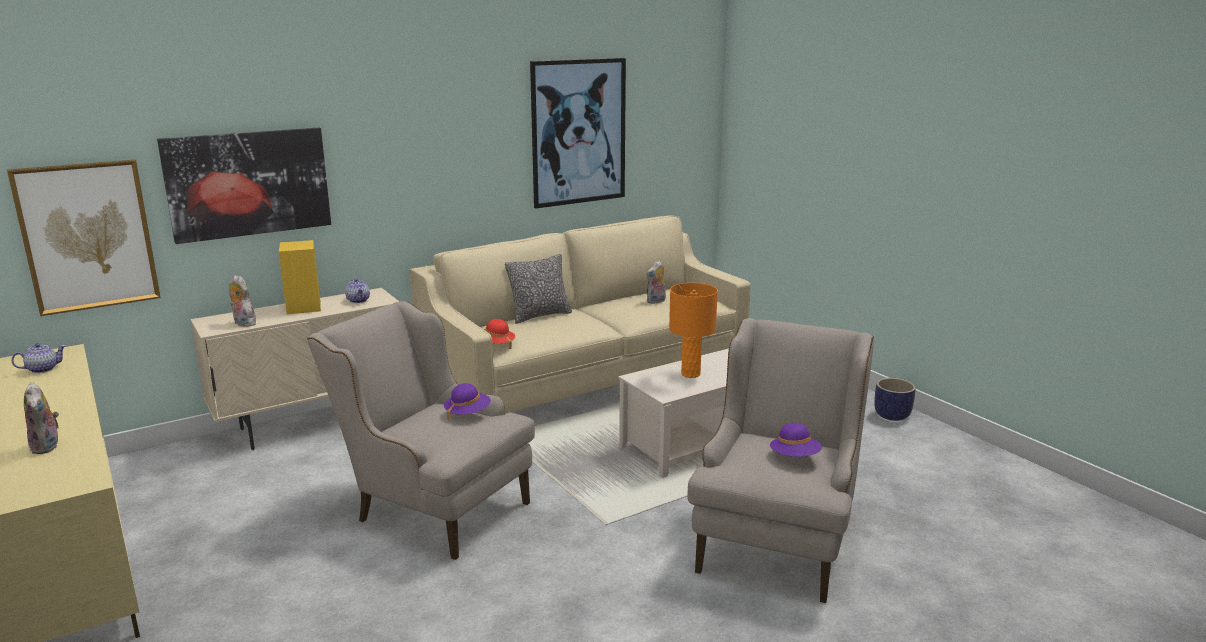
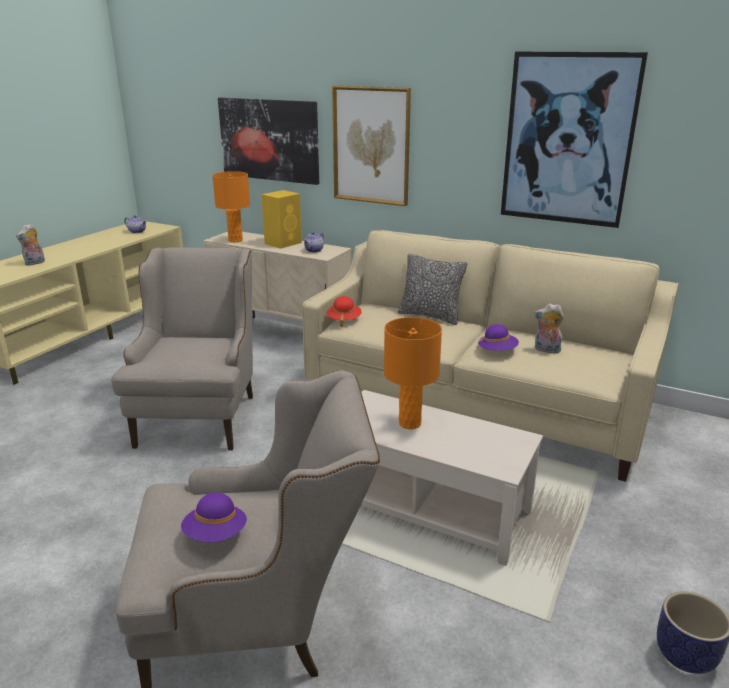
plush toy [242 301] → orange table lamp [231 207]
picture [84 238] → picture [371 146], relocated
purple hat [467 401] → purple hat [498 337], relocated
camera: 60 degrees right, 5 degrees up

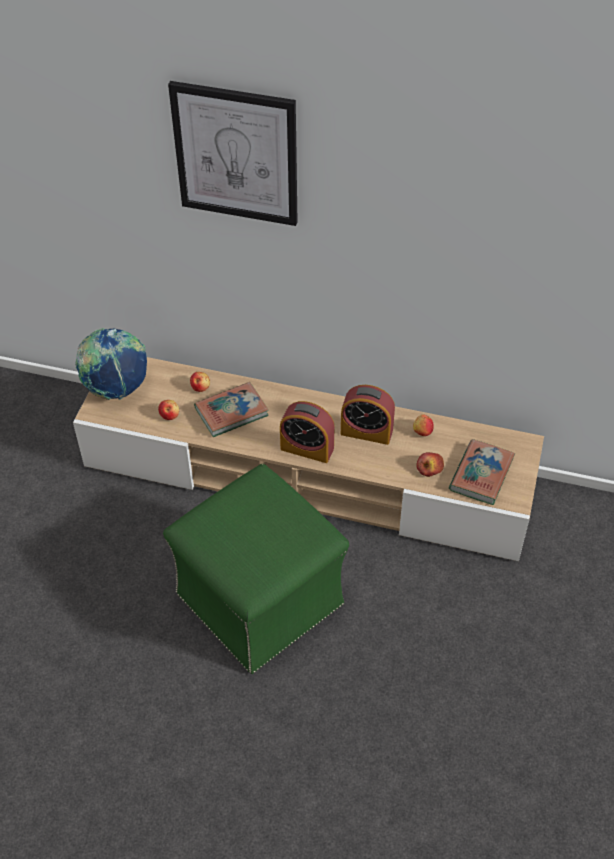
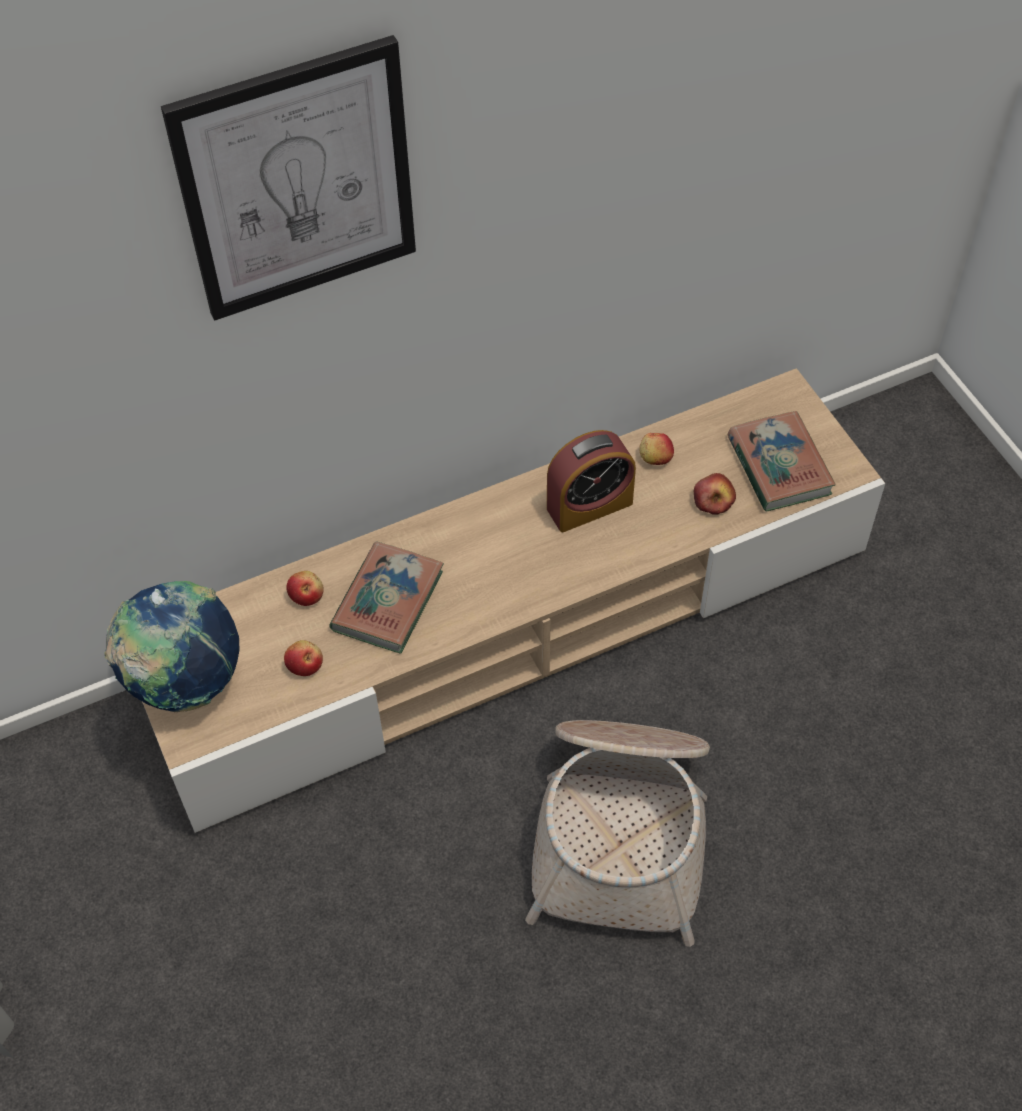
green ottoman [256 569] → basket [617 833]
alarm clock [307 432] → -
camera: 40 degrees left, 5 degrees up

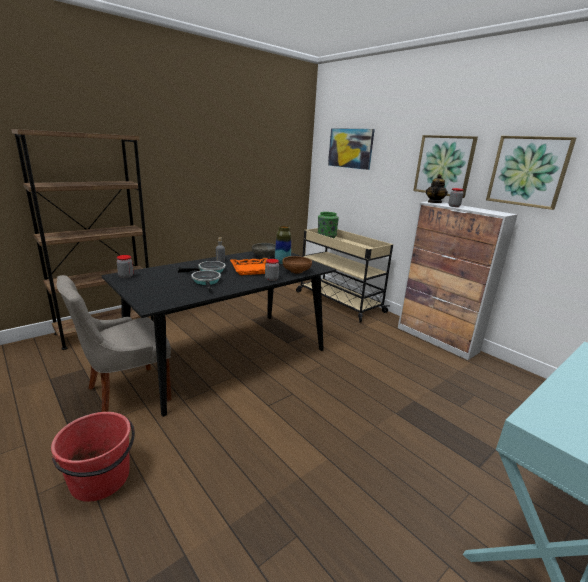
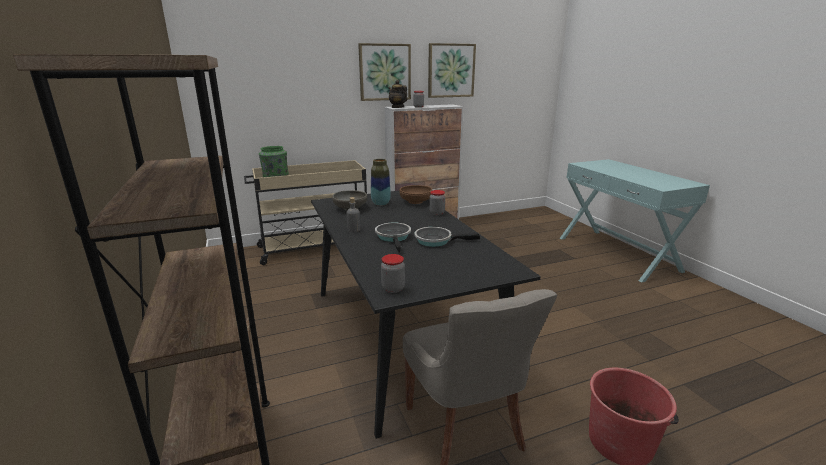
orange tray [249 266] → -
picture [351 149] → -
camera: 70 degrees left, 0 degrees up

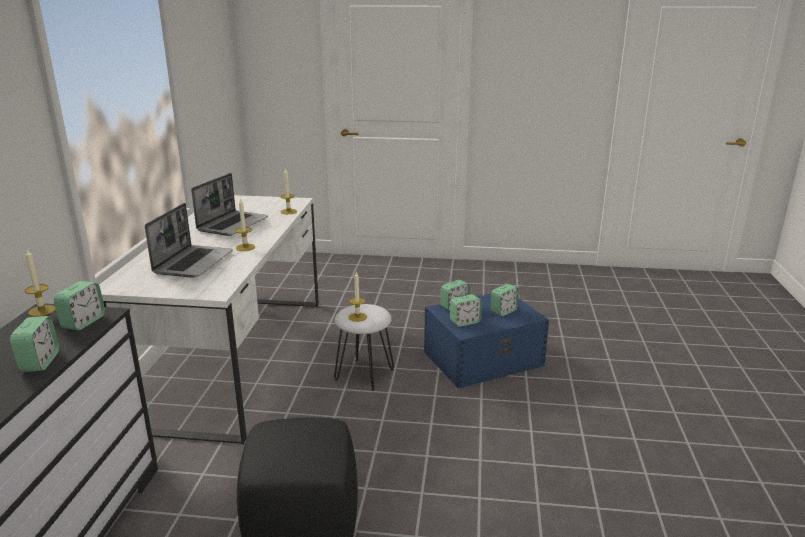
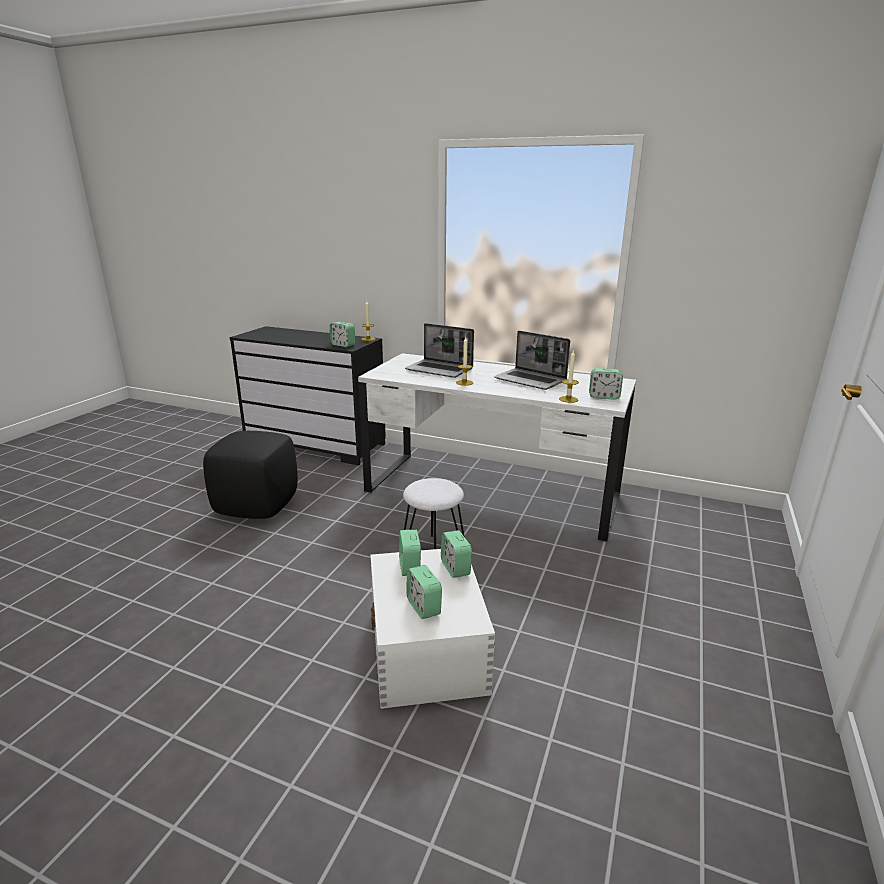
blue storage box [486 341] → white storage box [432 629]
alarm clock [34 344] → alarm clock [606 384], relocated
candle [357 296] → -
camera: 105 degrees right, 0 degrees up

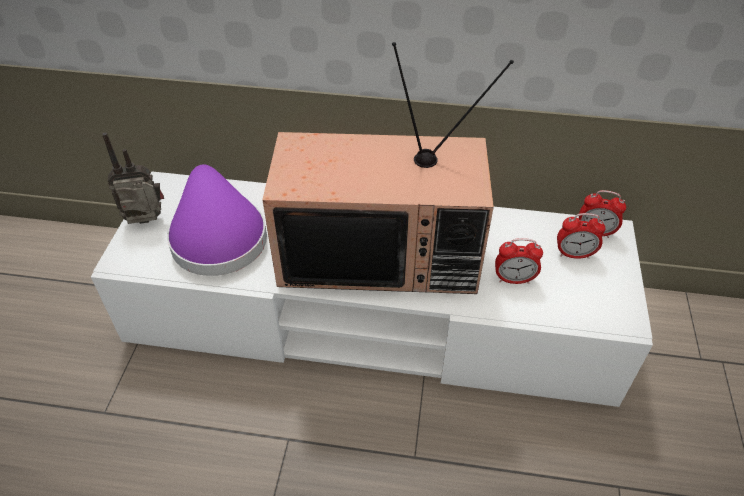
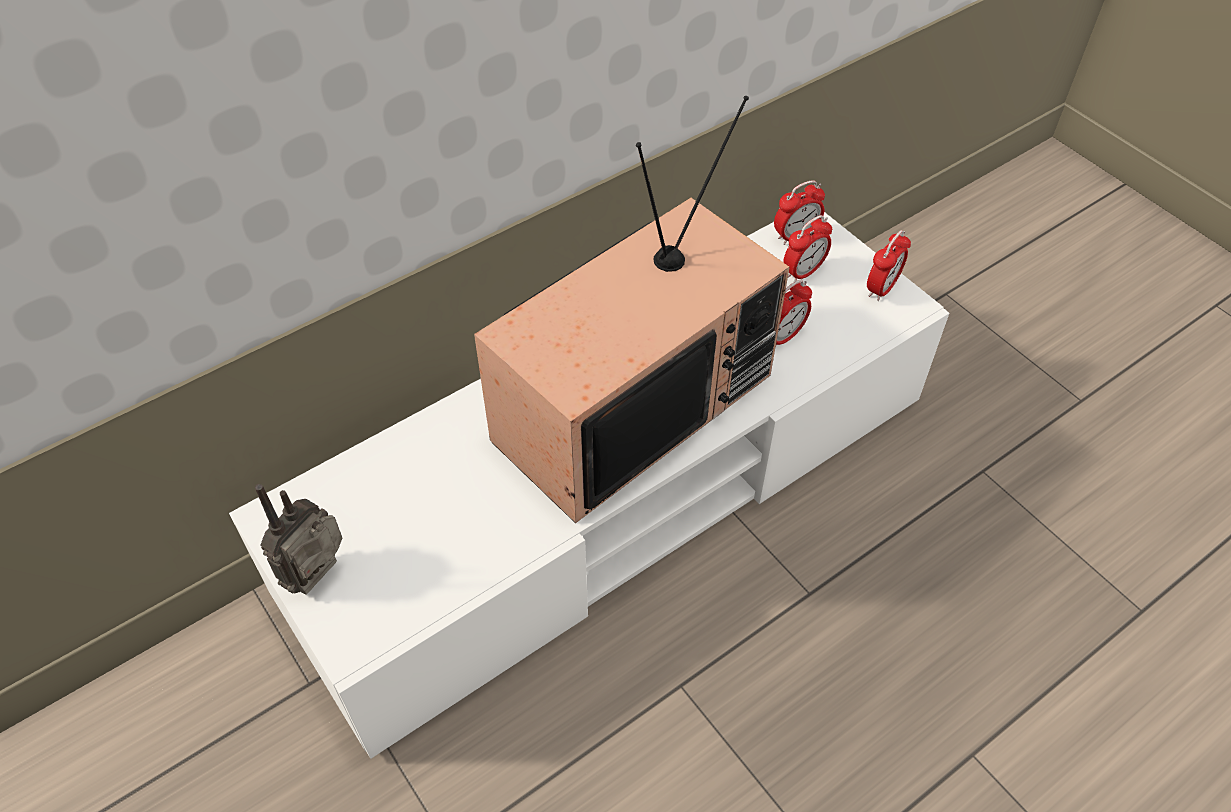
- → alarm clock [889 265]
purple hat [217 220] → -
camera: 45 degrees left, 5 degrees up

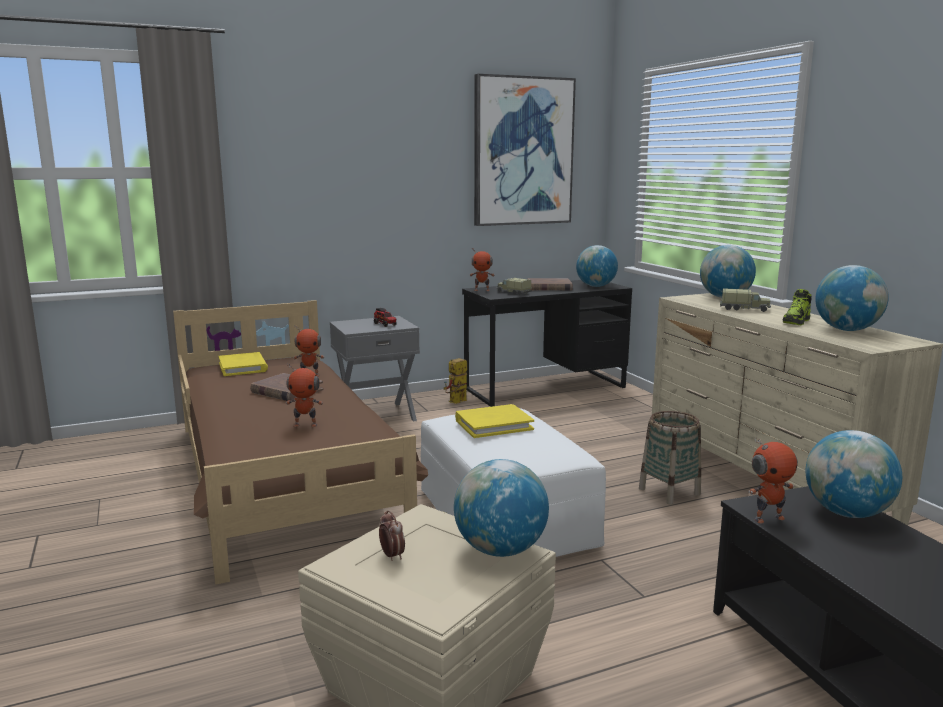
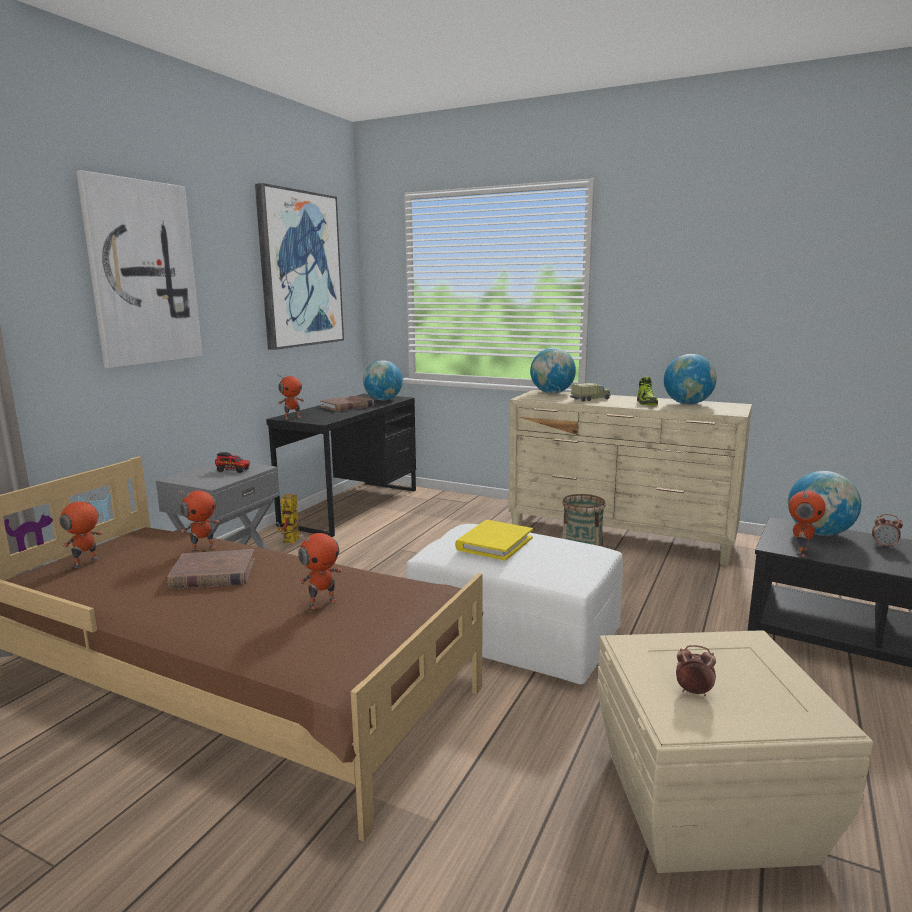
yellow book [243 364] → toy robot [81 530]
- → picture [139 269]
- → alarm clock [887 531]
globe [501 508] → -
toy truck [514 286] → -
camera: 40 degrees left, 0 degrees up

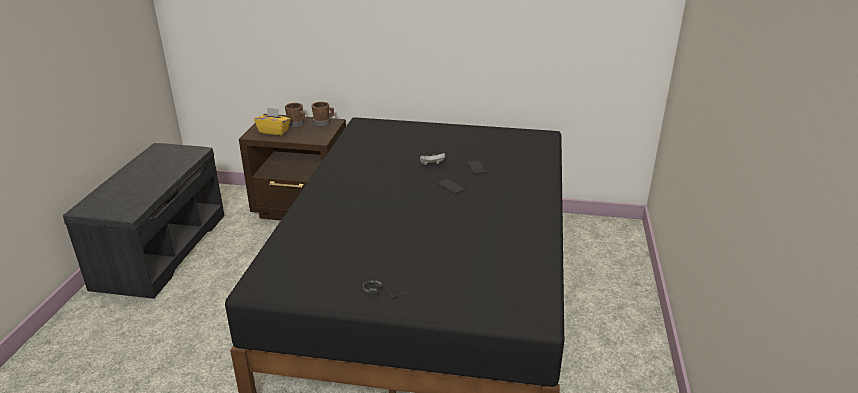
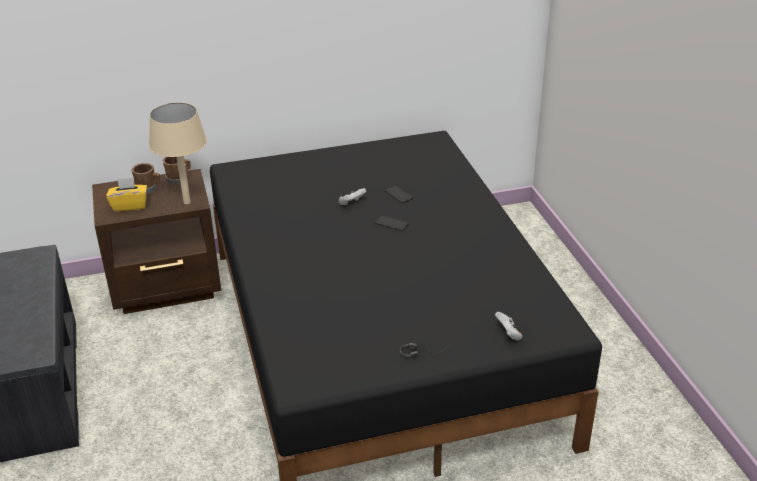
- → beige table lamp [178 153]
- → white game controller [508 326]
camera: 25 degrees left, 5 degrees up

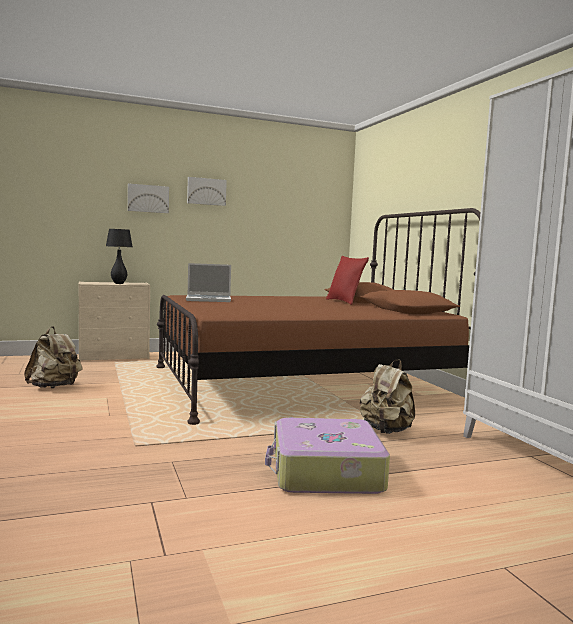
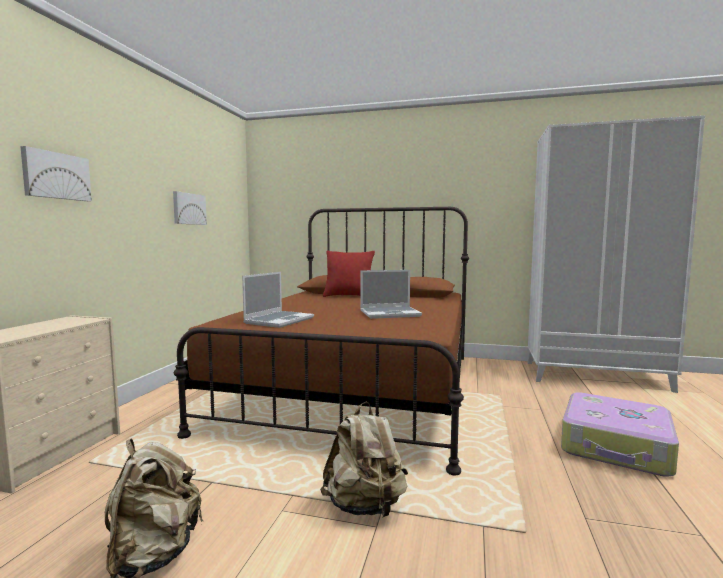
picture [207 191] → picture [190 208], relocated
beige backpack [387 396] → beige backpack [364 460], relocated
- → laptop [391 294]
black table lamp [119 256] → -
camera: 55 degrees left, 0 degrees up

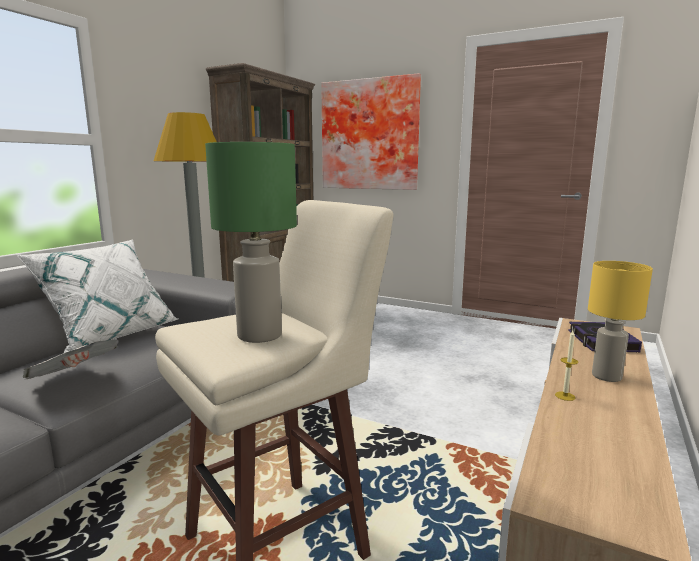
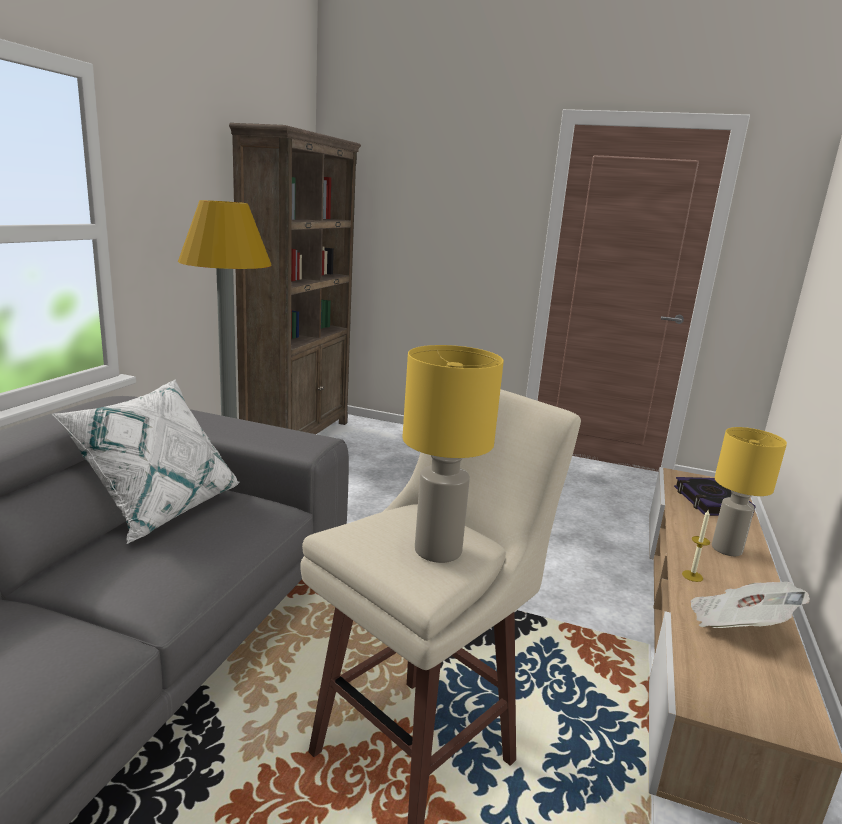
green table lamp [251 242] → yellow table lamp [453 454]
newspaper [70 359] → newspaper [750 605], relocated
picture [371 131] → -
camera: 10 degrees left, 5 degrees up

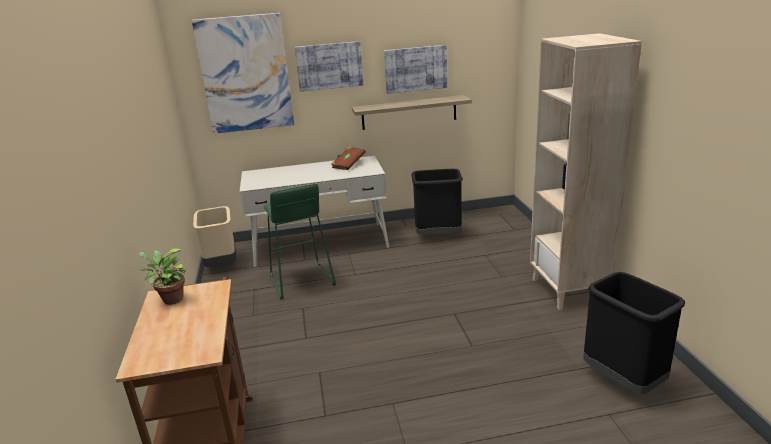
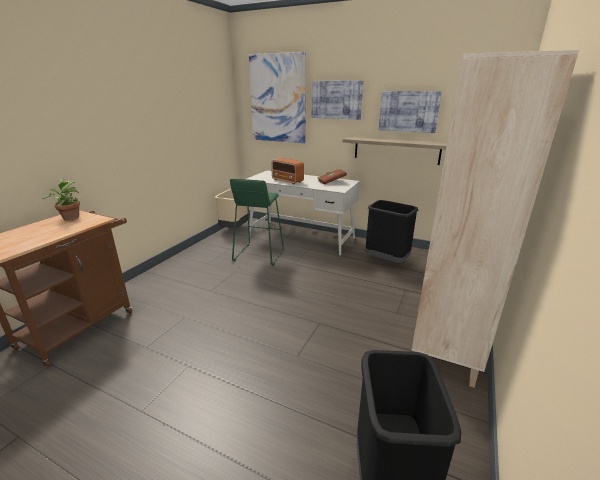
- → radio [287 171]
camera: 35 degrees right, 0 degrees up

